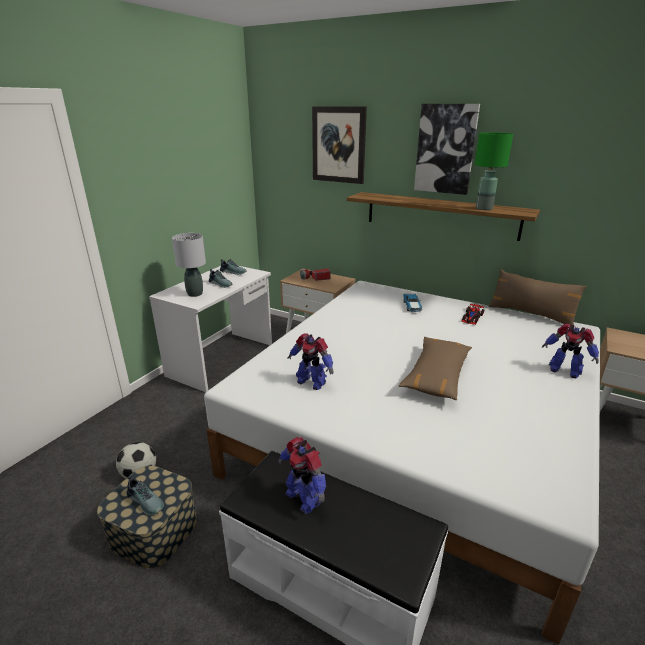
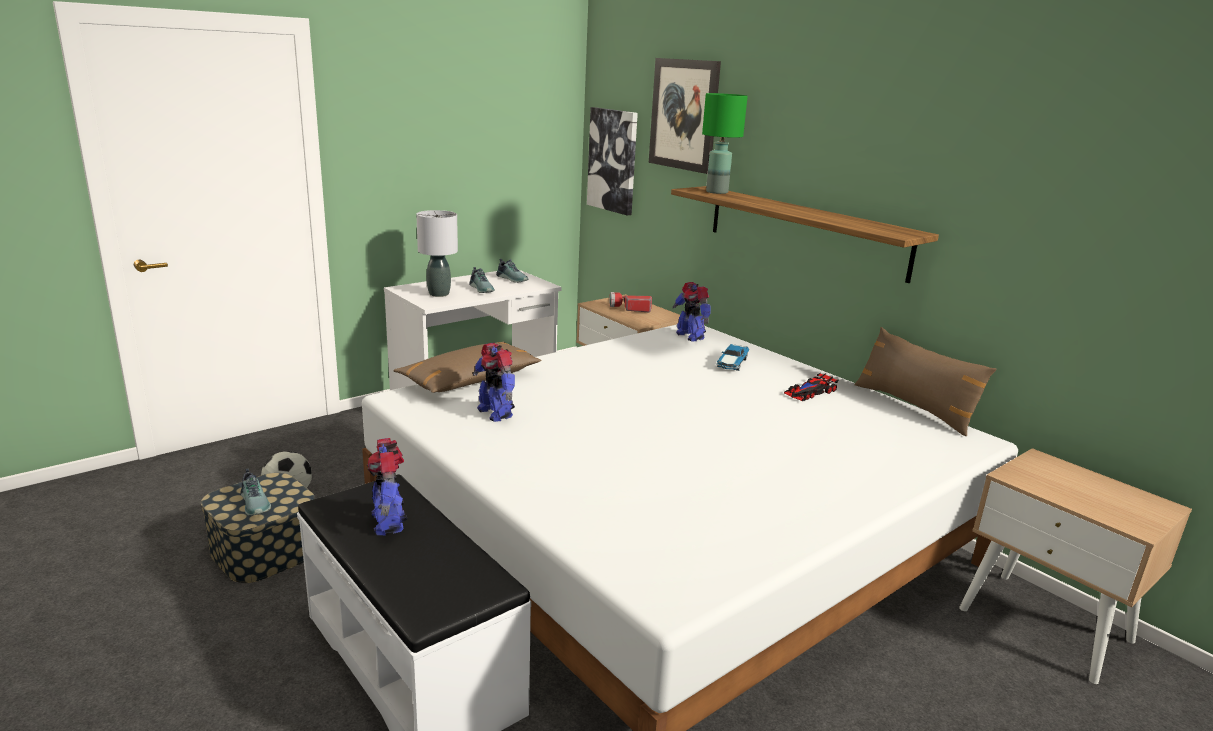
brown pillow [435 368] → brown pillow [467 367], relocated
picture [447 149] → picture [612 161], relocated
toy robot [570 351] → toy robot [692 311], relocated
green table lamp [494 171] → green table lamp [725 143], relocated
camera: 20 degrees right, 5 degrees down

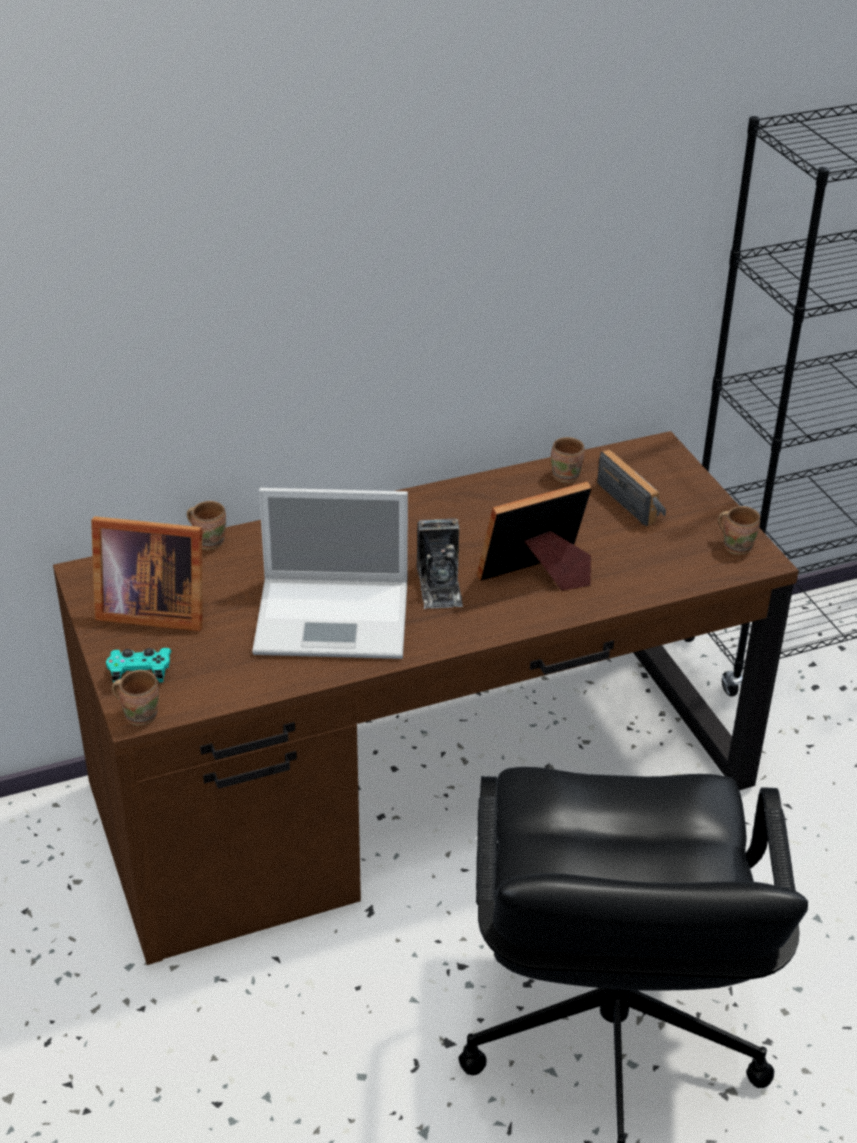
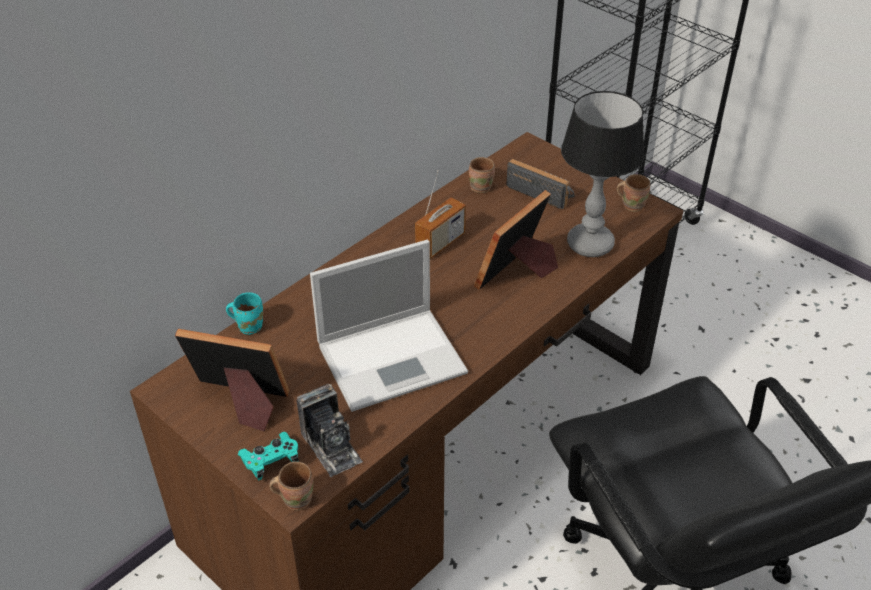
picture frame [147 573] → picture frame [232 380], 150 degrees counterclockwise
brown mug [206 525] → turquoise mug [244 313]
photo camera [440 563] → photo camera [329 430], relocated
- → radio [440 214]
- → table lamp [603 174]
camera: 25 degrees left, 5 degrees up

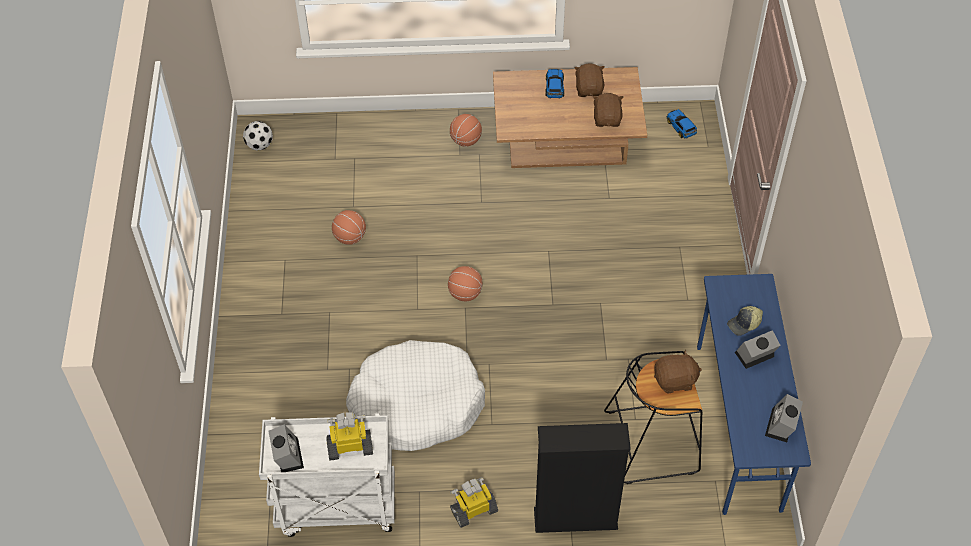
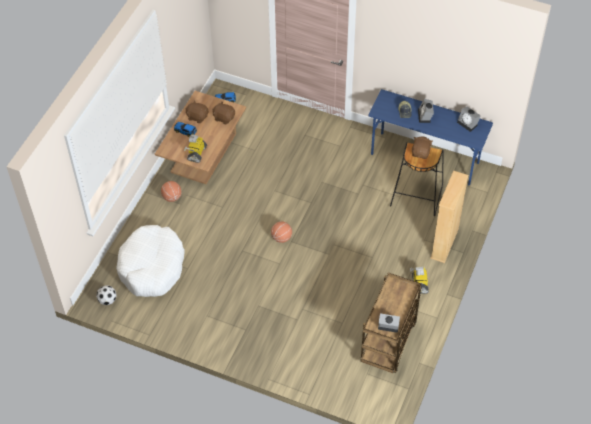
white dog bed [415 395] → white dog bed [150 261], relocated
toy robot [350 436] → toy robot [195 148], relocated
white cart [327 475] → brown cart [391 322]
black bookcase [582 478] → beige bookcase [449 216]
basketball [349 227] → -
camera: 65 degrees left, 0 degrees up

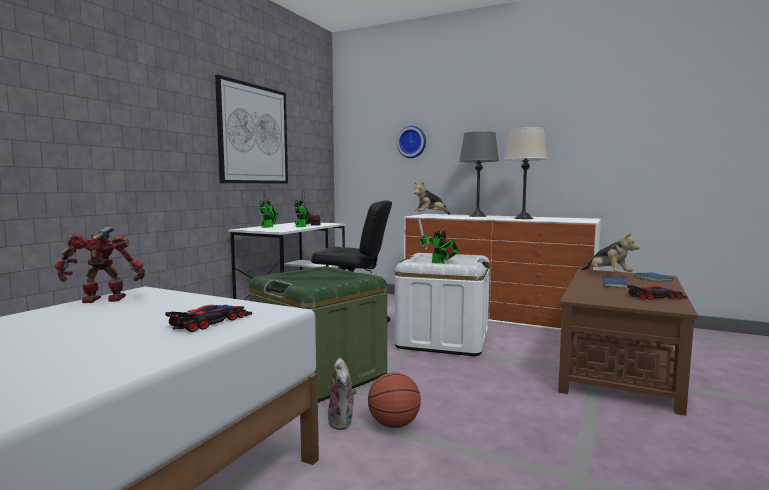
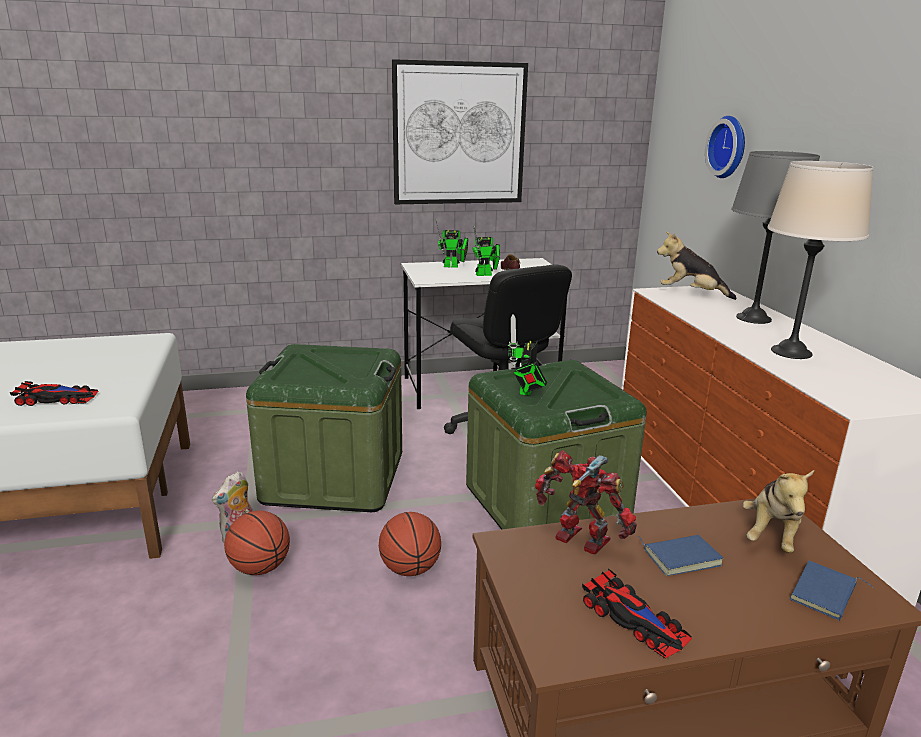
- → basketball [410 544]
white storage box [442 304] → green storage box [556 445]
toy robot [100 265] → toy robot [586 502], relocated
camera: 50 degrees right, 15 degrees up

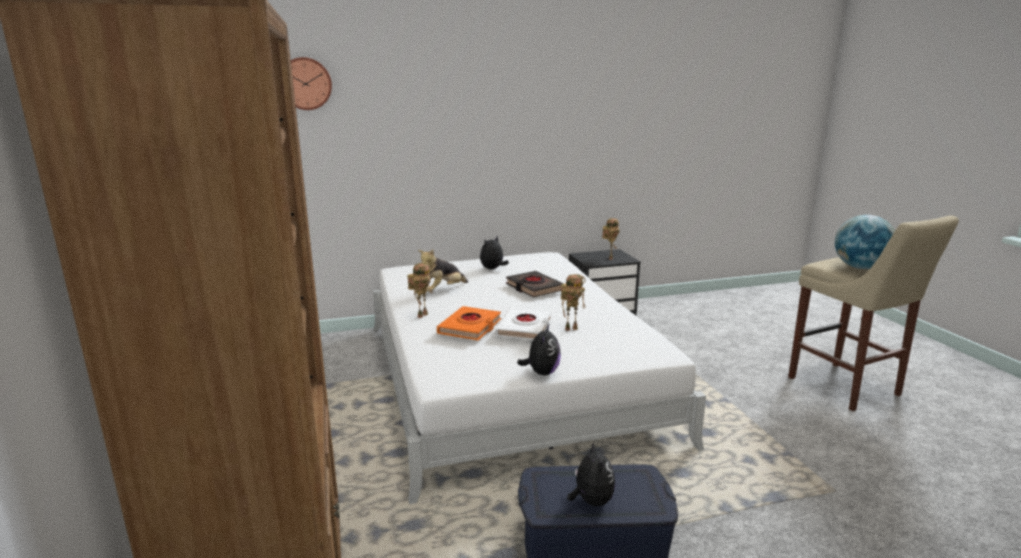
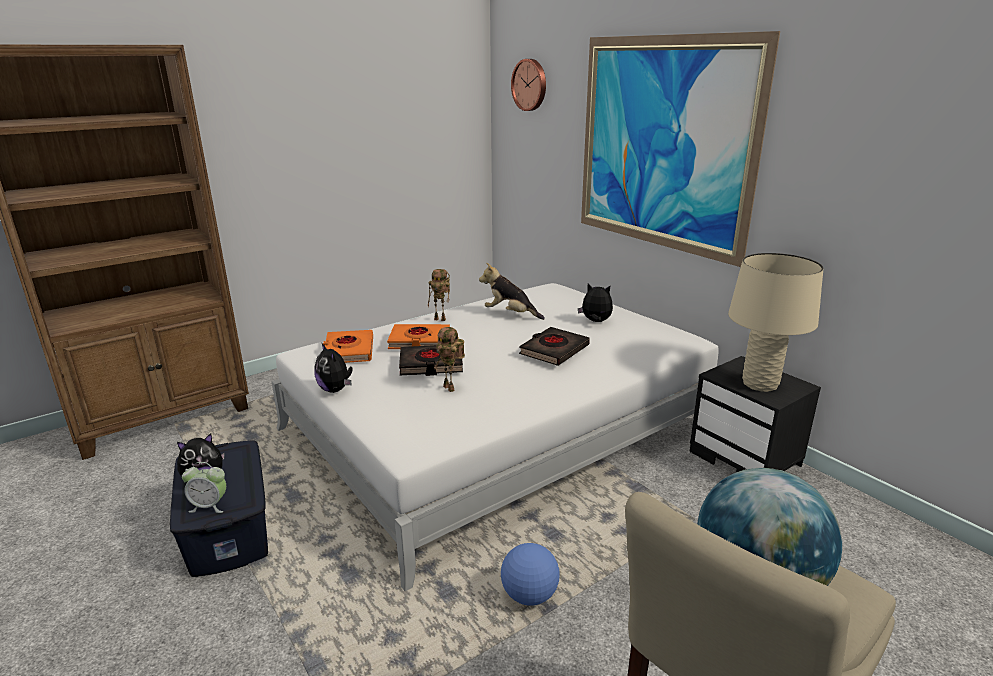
- → alarm clock [204 487]
plush toy [539 349] → plush toy [333 368], 60 degrees clockwise
- → orange book [348 346]
white book [523 324] → black book [431 360]
- → football [530 574]
- → picture [680 149]
toy robot [611 239] → beige table lamp [775 322]
camera: 70 degrees right, 5 degrees up

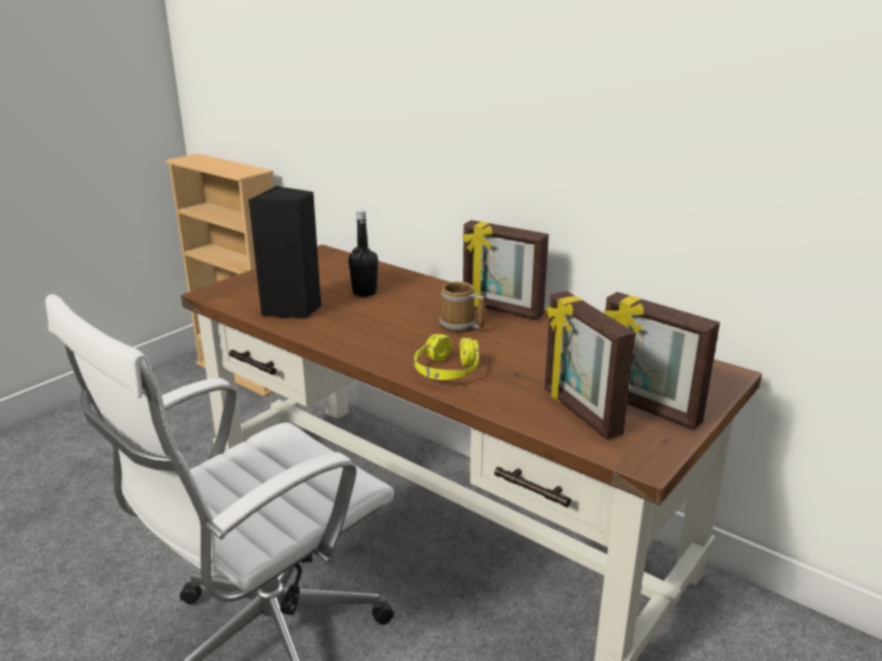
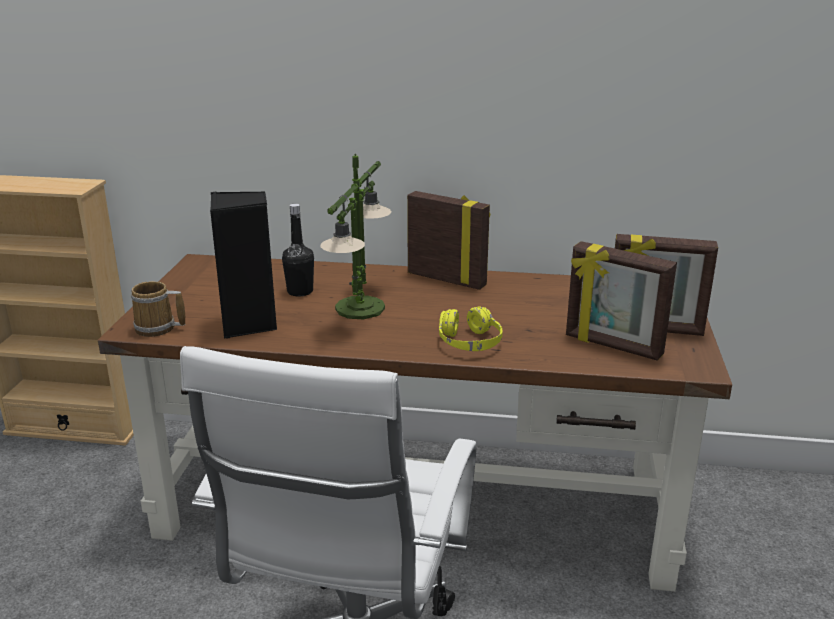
mug [462 307] → mug [158 309], relocated
- → table lamp [355 236]
picture frame [505 270] → picture frame [448 240], 150 degrees counterclockwise
camera: 30 degrees left, 0 degrees up

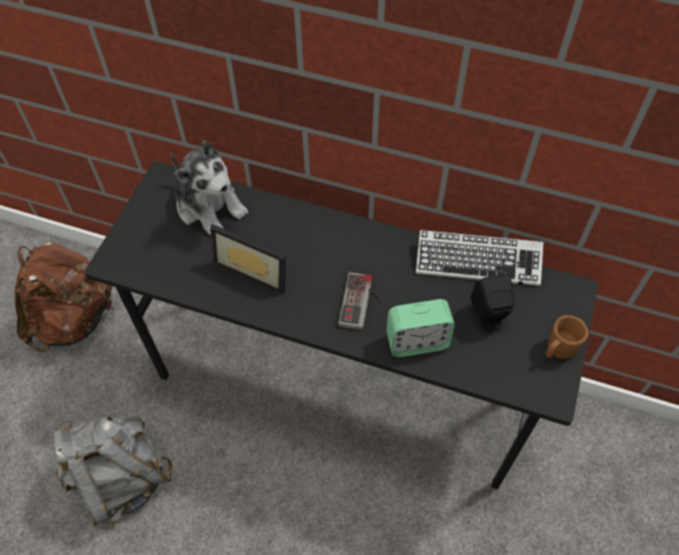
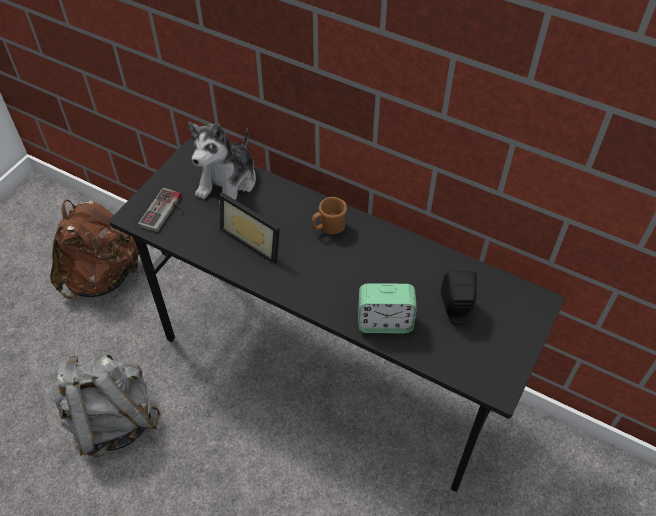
game controller [360 301] → game controller [160 210], relocated
plush toy [209 188] → plush toy [222 162], 60 degrees clockwise
brown mug [567 337] → brown mug [329 216], relocated
keyboard [480 258] → -
camera: 10 degrees right, 5 degrees down

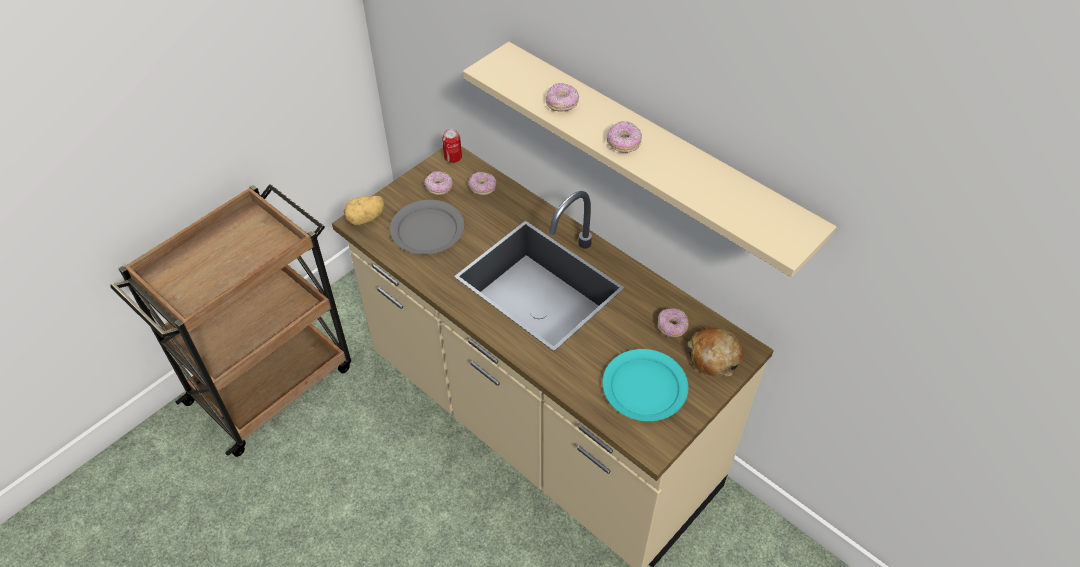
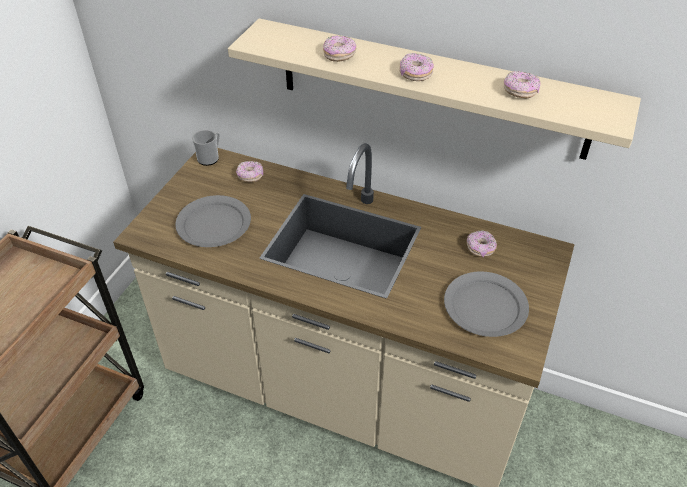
can [452 146] → mug [206 148]
turquoise plate [645 385] → grey plate [486 304]
donut [438 183] → donut [522 85], relocated
potato [364 210] → -
bread [715 352] → -
camera: 20 degrees left, 5 degrees down

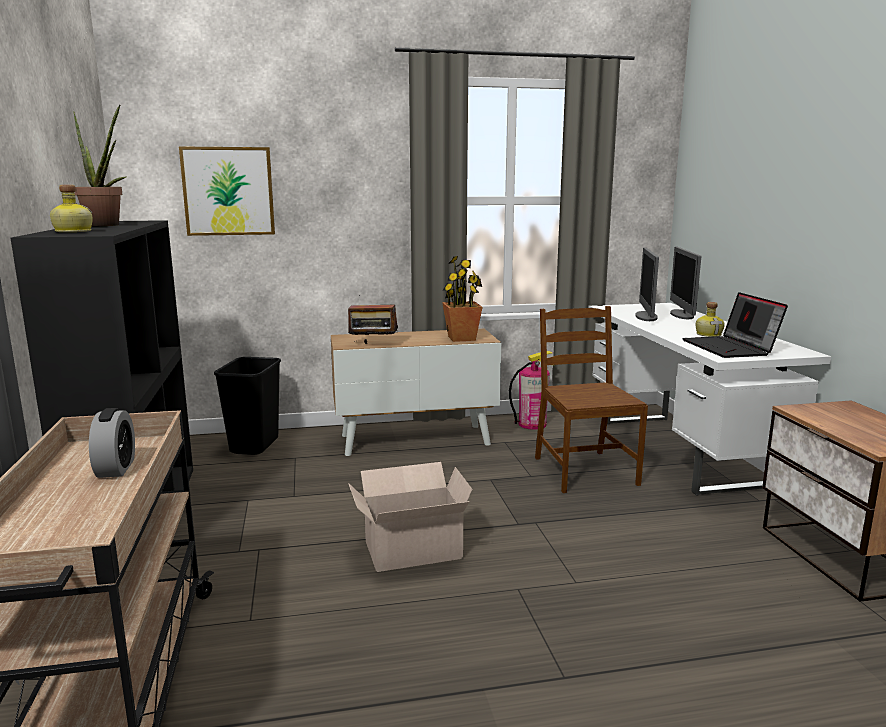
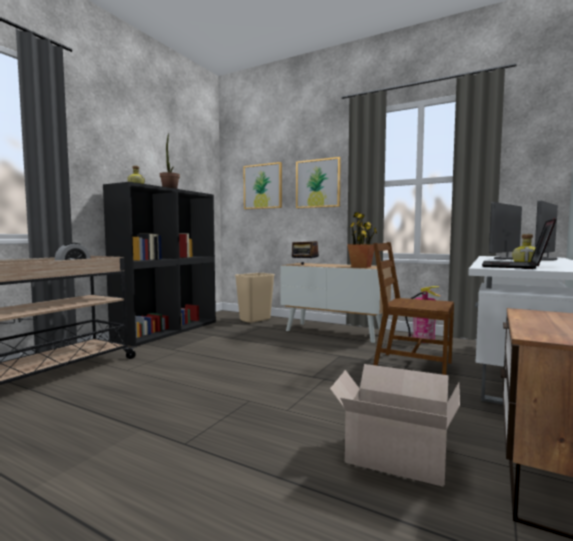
black trash can [247 406] → beige trash can [255 298]
- → picture [318 182]
cardboard box [410 517] → cardboard box [395 425], relocated
brown chair [591 399] → brown chair [413 308], 90 degrees counterclockwise
camera: 40 degrees right, 10 degrees down

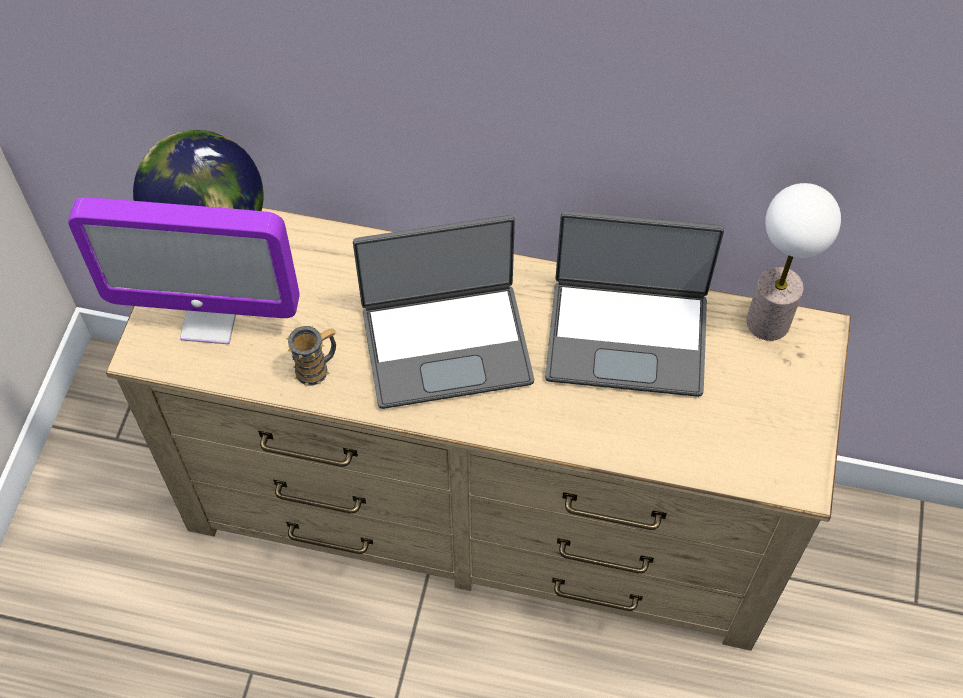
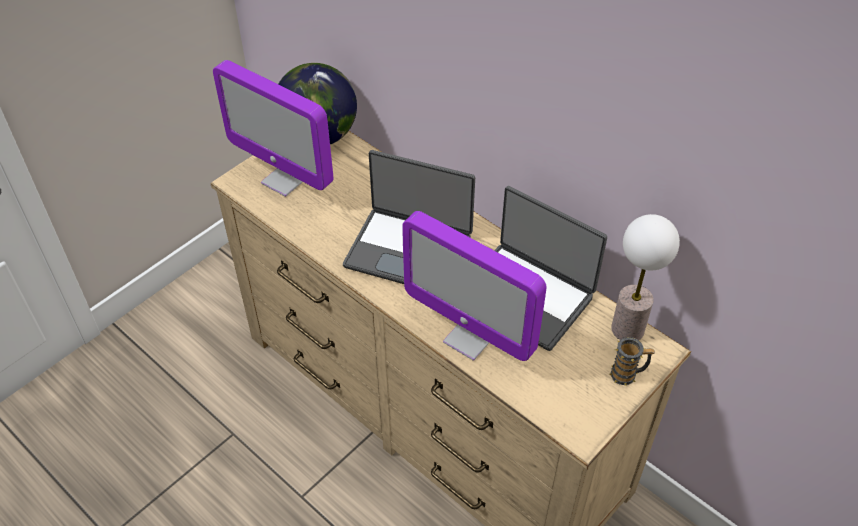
- → monitor [474 286]
mug [311 356] → mug [632 361], relocated
camera: 30 degrees right, 10 degrees down

